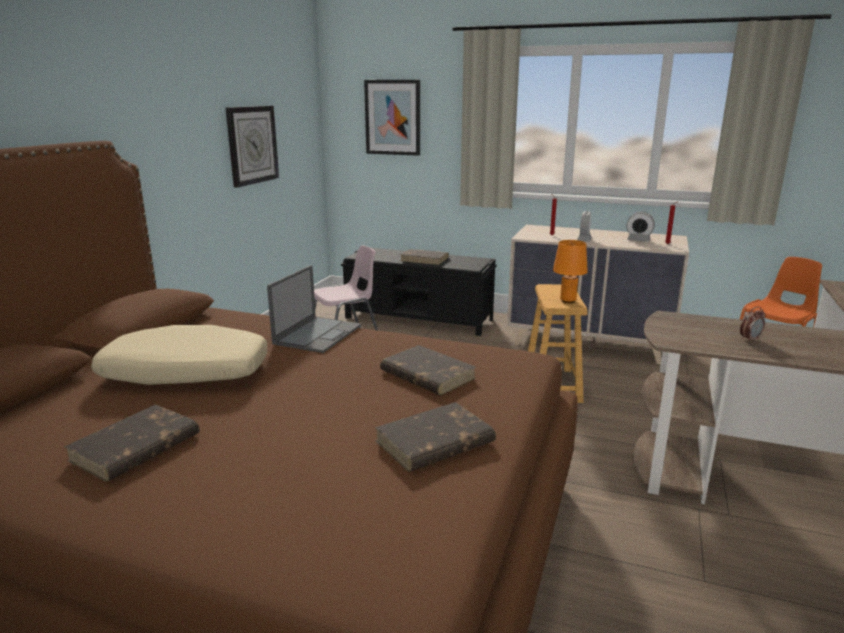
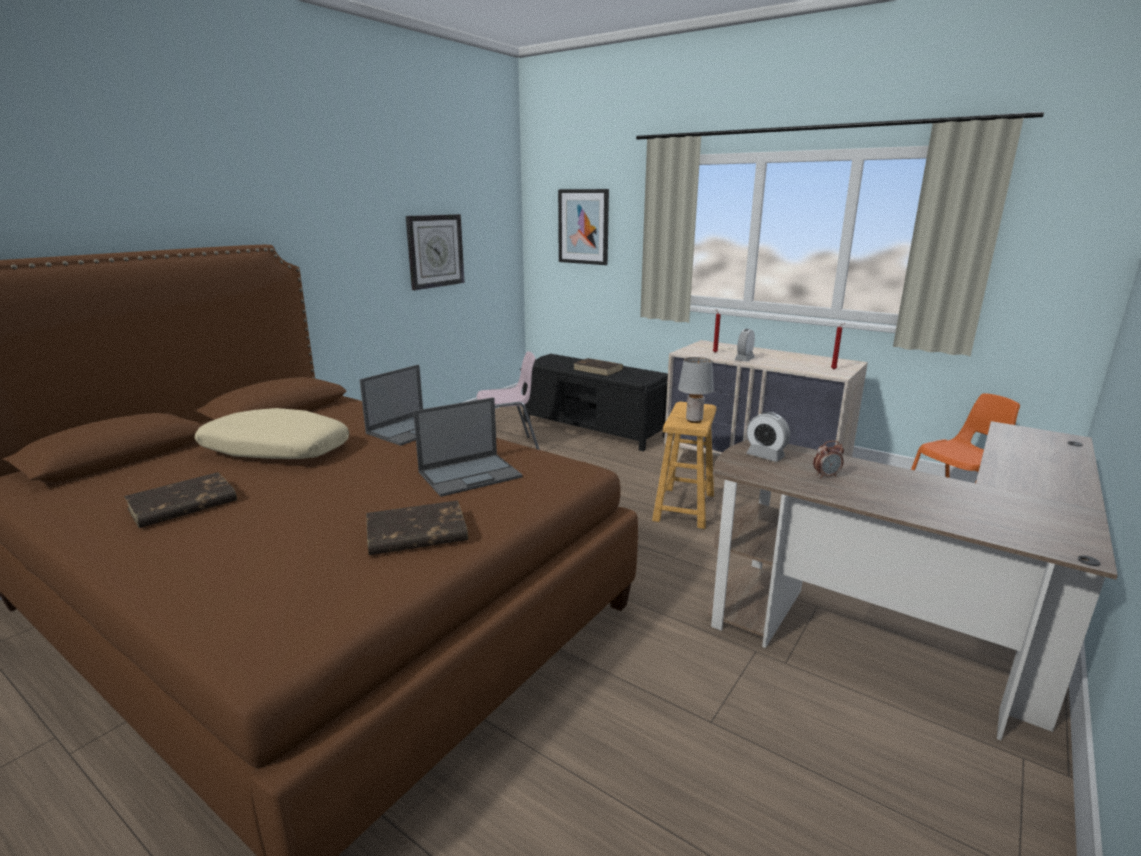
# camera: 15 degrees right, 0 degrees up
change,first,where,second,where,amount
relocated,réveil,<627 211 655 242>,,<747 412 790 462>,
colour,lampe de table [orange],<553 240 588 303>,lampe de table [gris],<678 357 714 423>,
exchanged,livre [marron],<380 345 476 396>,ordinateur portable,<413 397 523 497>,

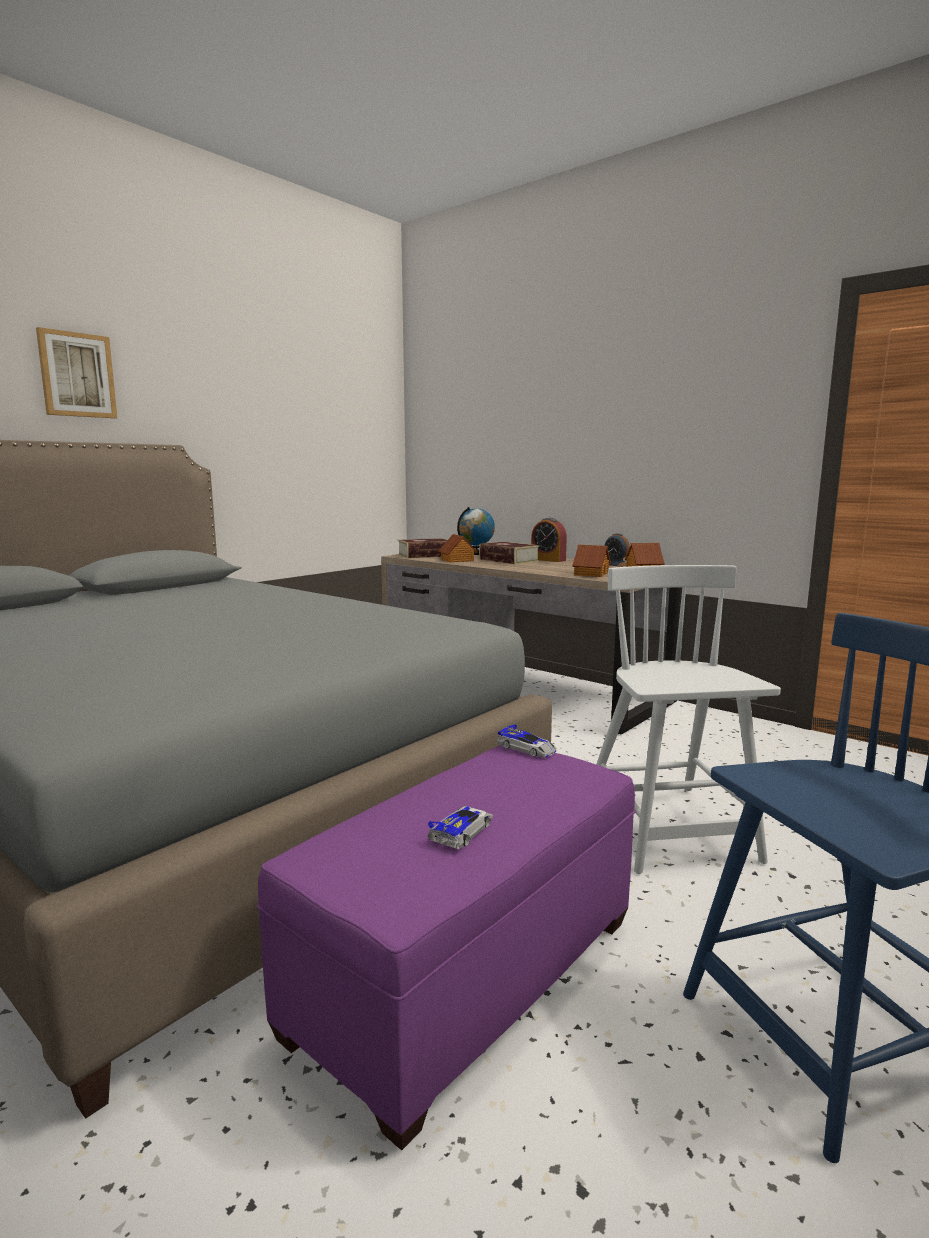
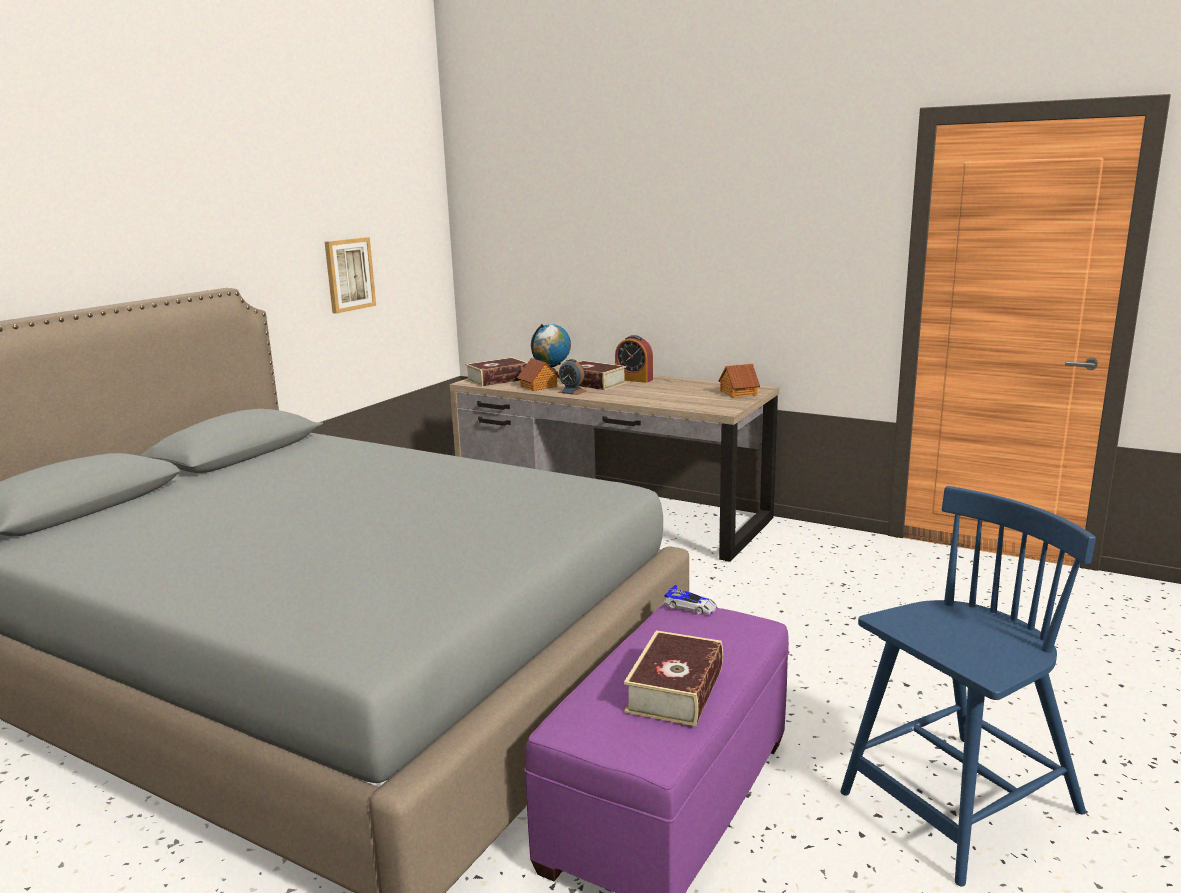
# camera: 10 degrees left, 5 degrees up
change,first,where,second,where,amount
relocated,tableau,<36 327 117 418>,,<325 237 376 314>,
relocated,réveil,<605 533 630 567>,,<558 359 587 395>,
missing,maison miniature,<572 545 611 577>,,,
missing,chaise [blanc],<596 565 781 874>,,,
exchanged,petite voiture,<427 806 493 850>,livre,<624 630 723 726>,

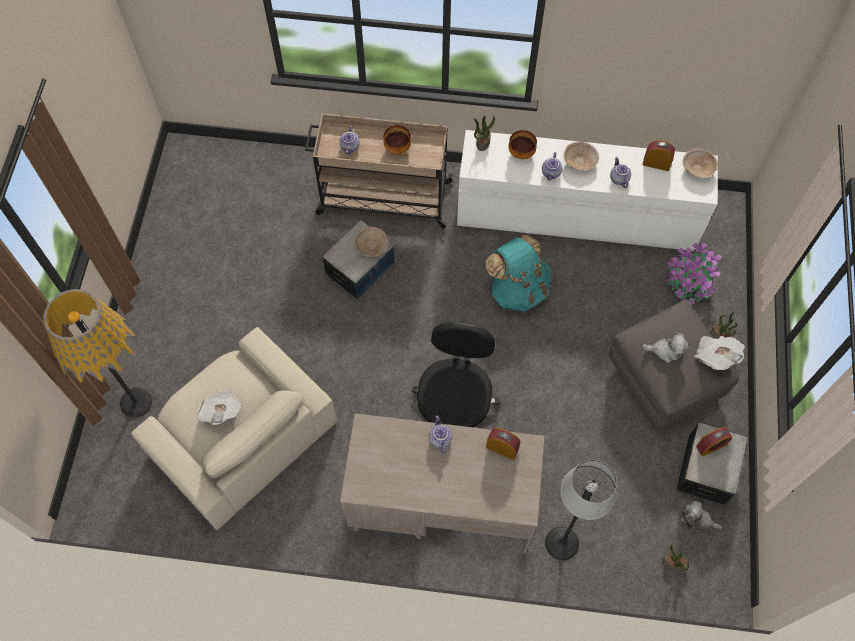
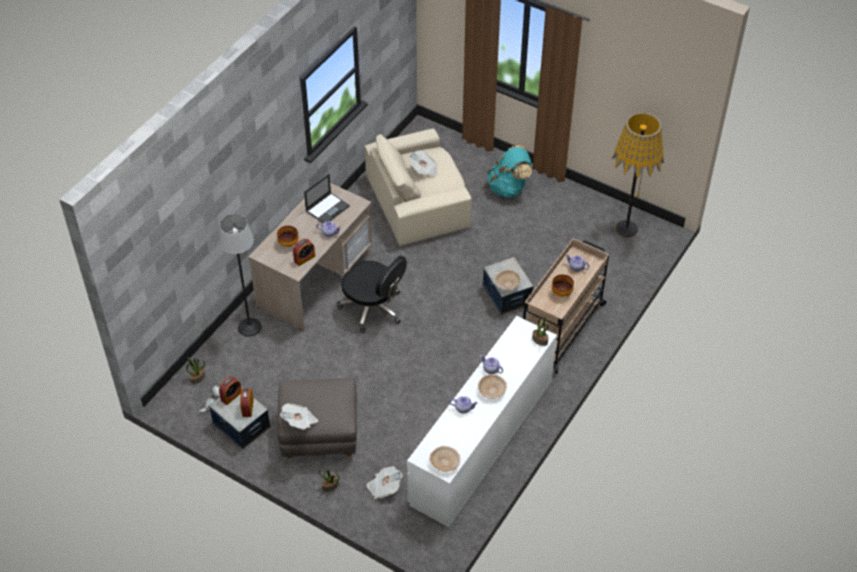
# camera: 115 degrees right, 15 degrees down
change,first,where,second,where,amount
relocated,bol,<508 130 537 159>,,<277 226 299 247>,
relocated,réveil,<643 140 675 171>,,<219 376 242 405>,
relocated,sac à dos [turquoise],<486 234 551 312>,,<487 146 532 198>,
exchanged,plante en pot,<666 243 722 305>,journal,<367 466 402 499>,
relocated,lampadaire,<43 289 153 418>,,<612 113 664 237>,
missing,peluche,<642 333 689 363>,,,
appeared,,,ordinateur portable,<304 174 350 224>,

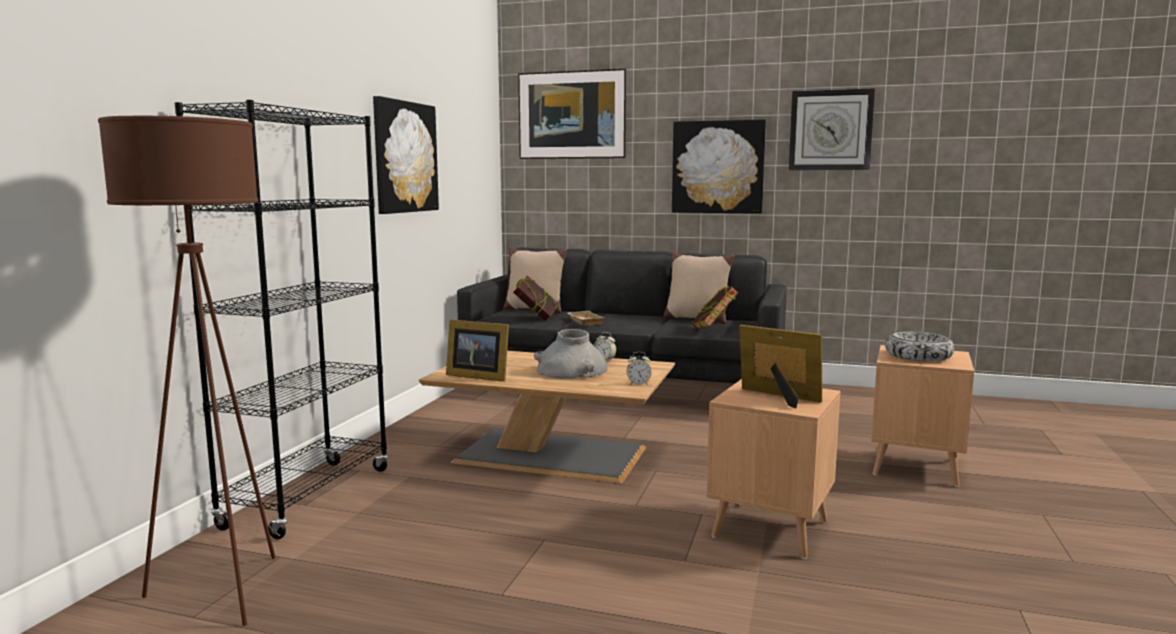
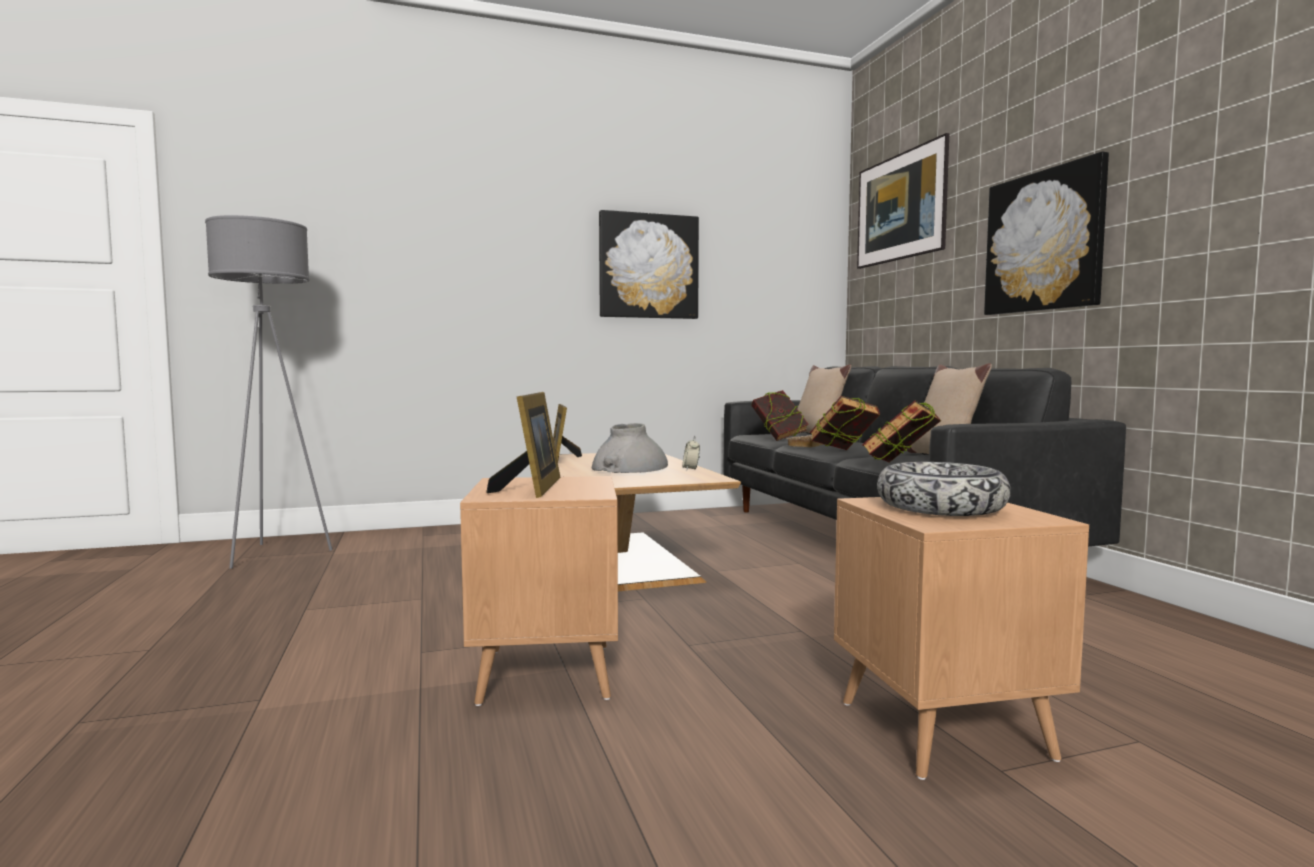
# camera: 55 degrees right, 5 degrees down
change,first,where,second,where,amount
missing,horloge murale,<789 88 875 170>,,,
missing,bibliothèque [noir],<174 100 389 539>,,,
colour,lampadaire [marron],<98 116 276 626>,lampadaire [gris],<205 215 333 569>,
missing,réveil,<627 352 651 385>,,,
appeared,,,livre,<810 396 880 450>,

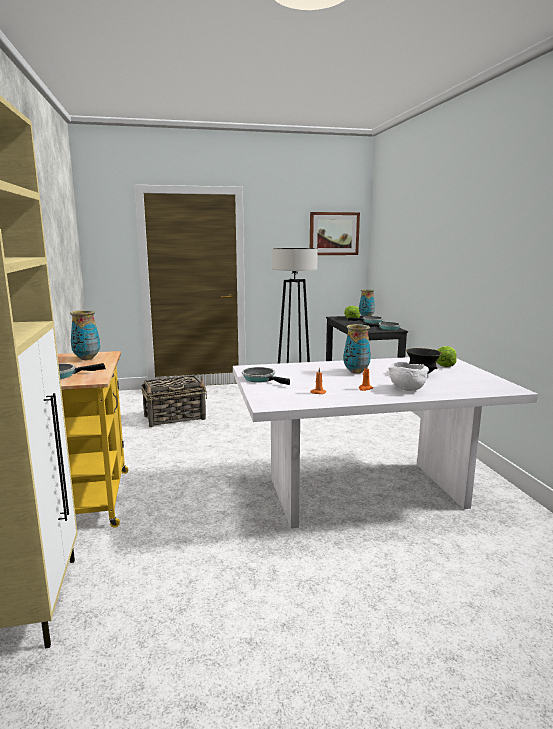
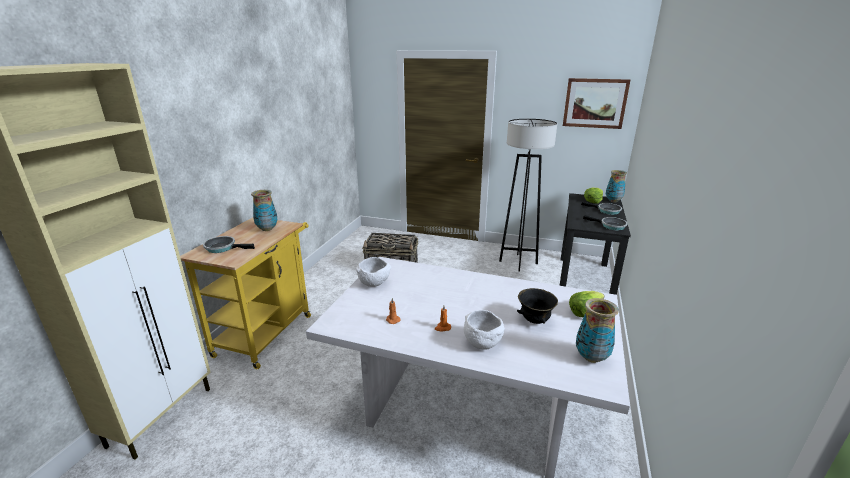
# camera: 30 degrees right, 10 degrees up
change,first,where,second,where,amount
relocated,vase,<344 324 371 374>,,<576 298 619 363>,
exchanged,poêle,<242 367 290 385>,bol [blanc],<356 257 391 287>,

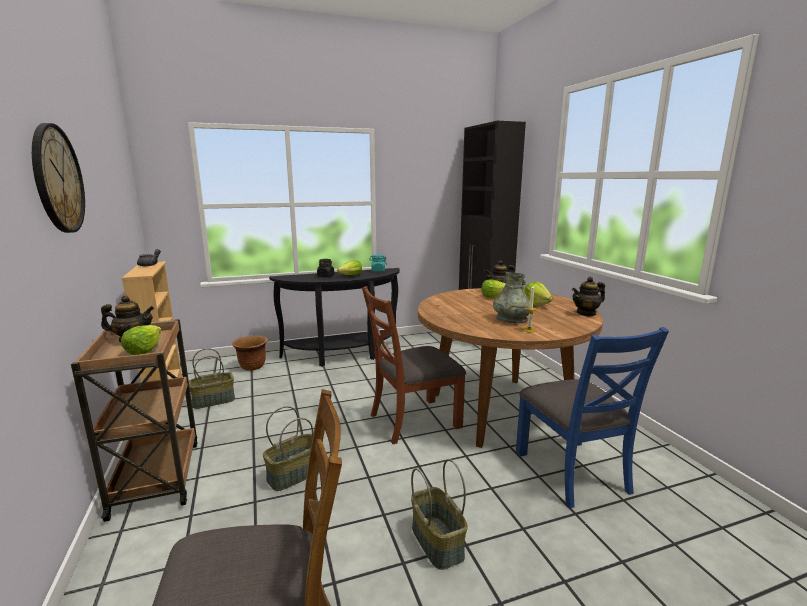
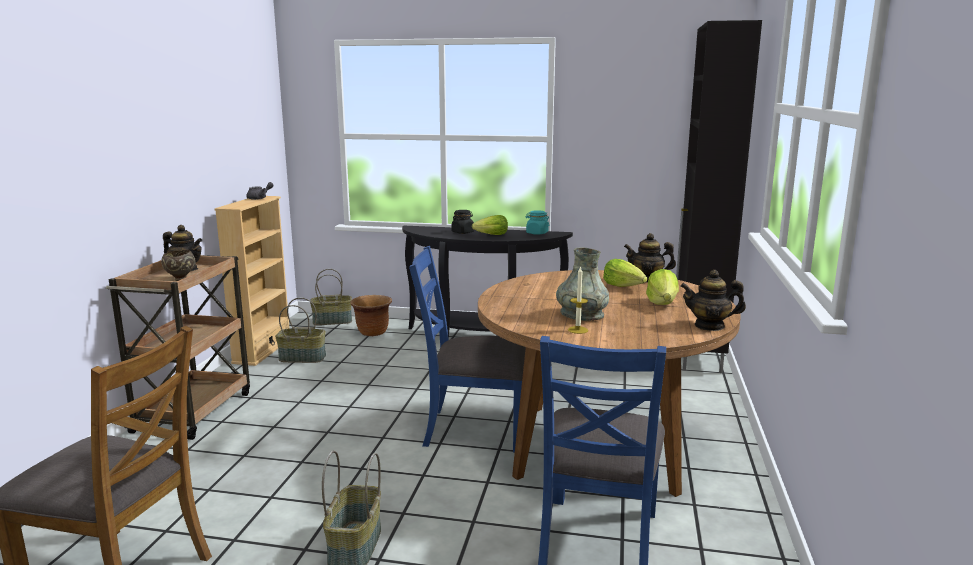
# camera: 30 degrees right, 0 degrees up
change,first,where,second,where,amount
missing,horloge murale,<32 123 85 233>,,,
colour,chaise [marron],<362 286 466 444>,chaise [bleu],<409 246 526 453>,
exchanged,laitue,<121 325 162 355>,bol [marron],<161 250 195 281>,
relocated,panier,<263 406 319 491>,,<310 269 352 325>,

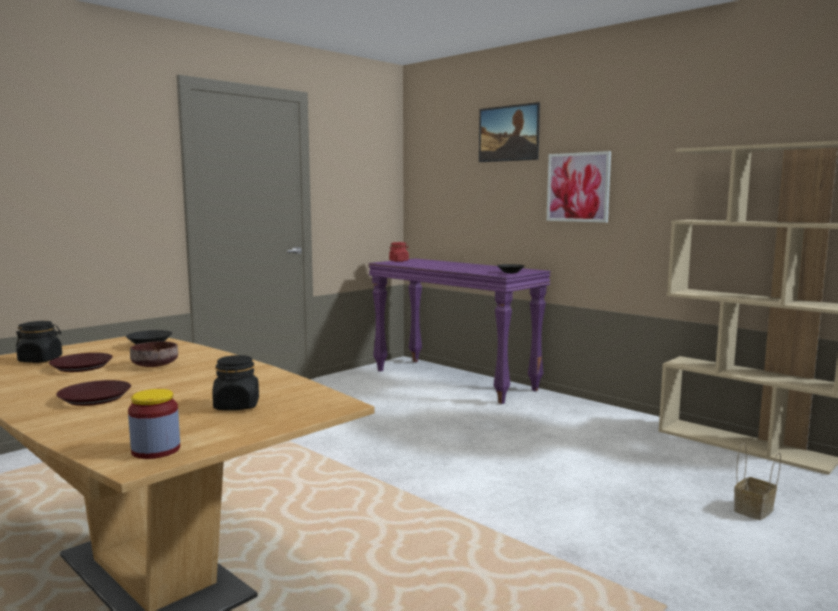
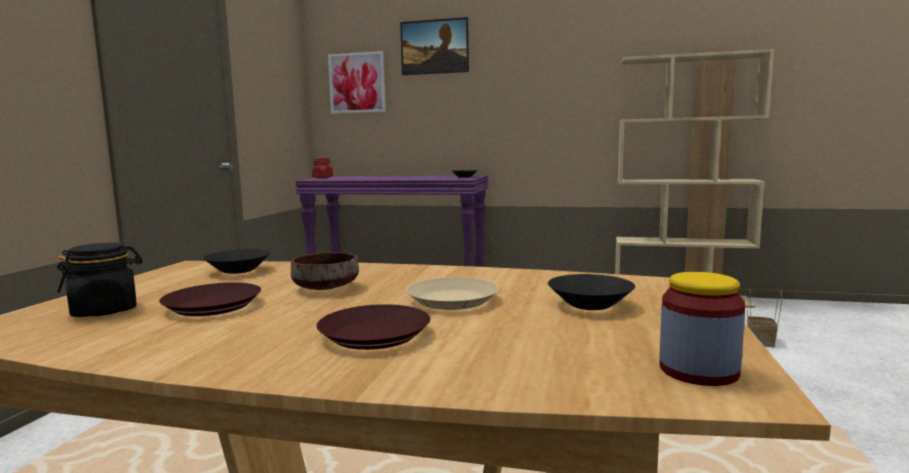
# camera: 30 degrees left, 0 degrees up
change,first,where,second,where,amount
relocated,tableau,<547 151 611 223>,,<328 51 386 114>,
exchanged,bocal [noir],<212 355 259 410>,bol [noir],<548 274 635 310>,
appeared,,,assiette [beige],<406 277 499 310>,

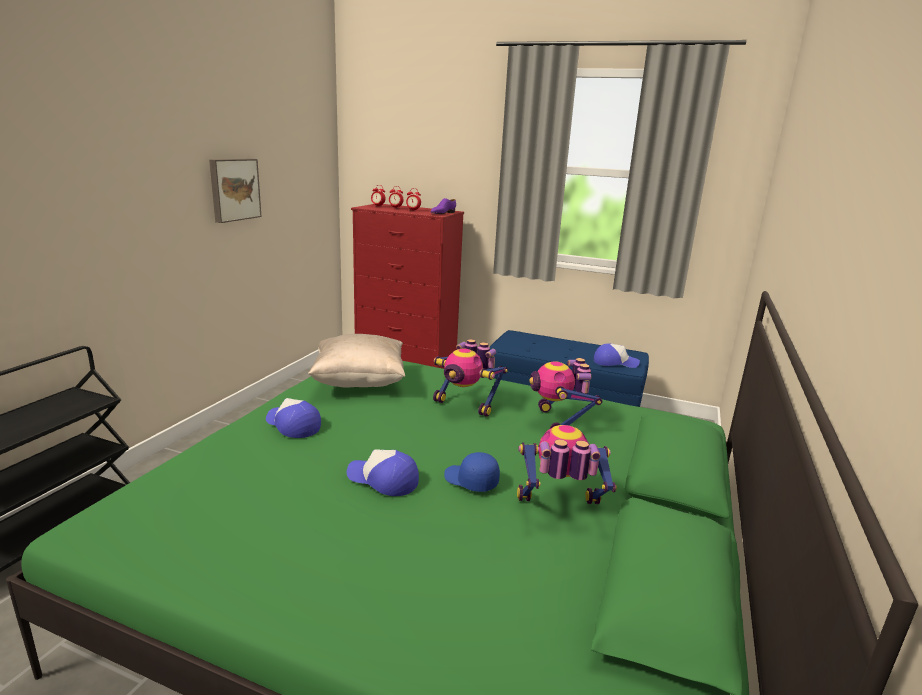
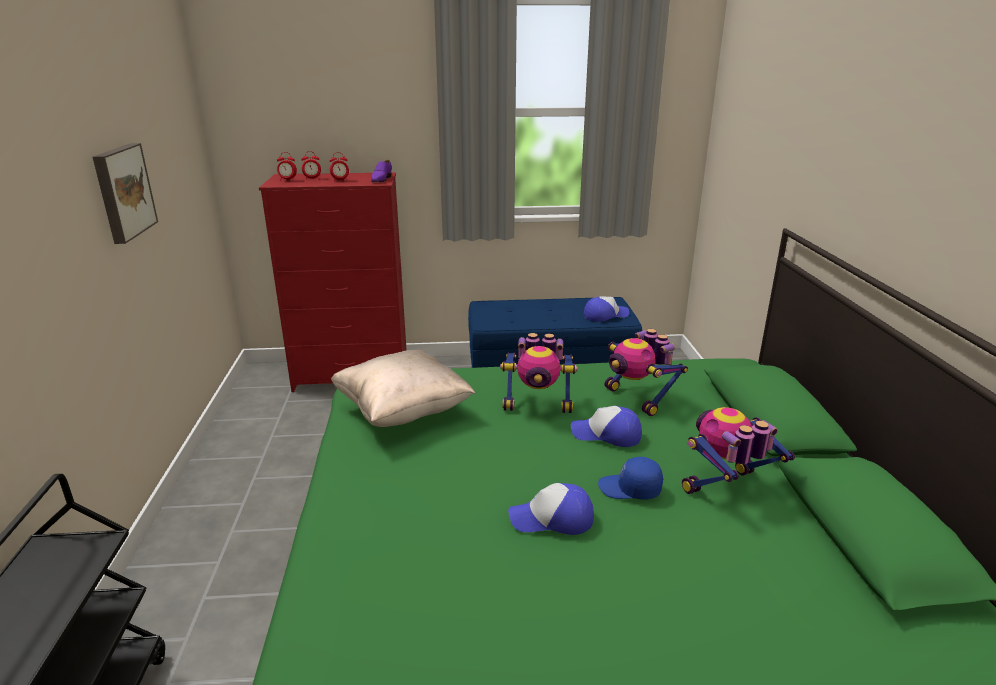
# camera: 25 degrees left, 5 degrees up
change,first,where,second,where,amount
relocated,casquette,<266 398 321 438>,,<571 406 642 447>,

